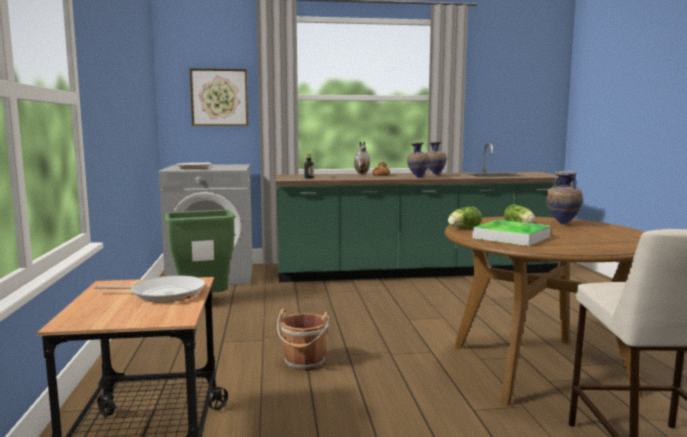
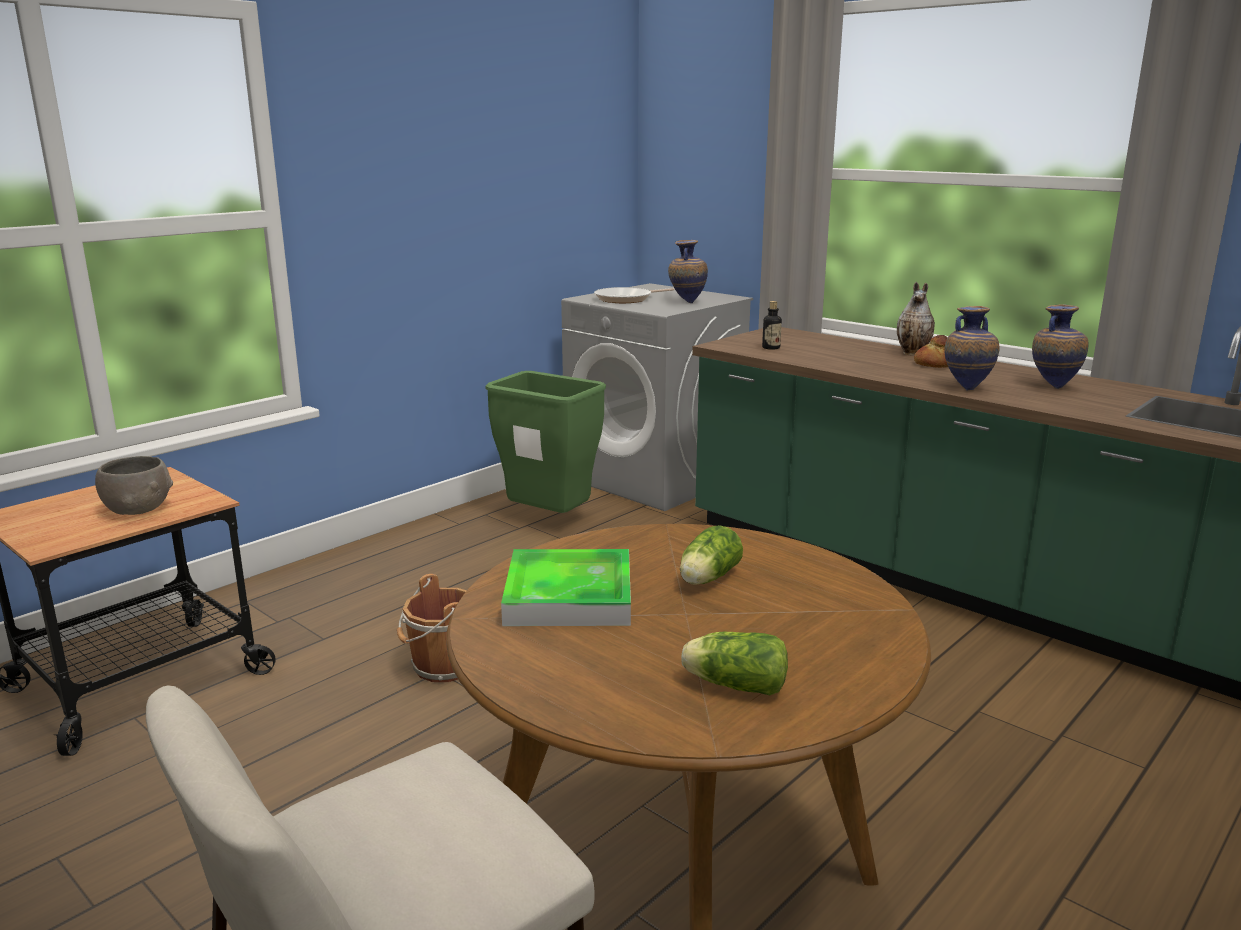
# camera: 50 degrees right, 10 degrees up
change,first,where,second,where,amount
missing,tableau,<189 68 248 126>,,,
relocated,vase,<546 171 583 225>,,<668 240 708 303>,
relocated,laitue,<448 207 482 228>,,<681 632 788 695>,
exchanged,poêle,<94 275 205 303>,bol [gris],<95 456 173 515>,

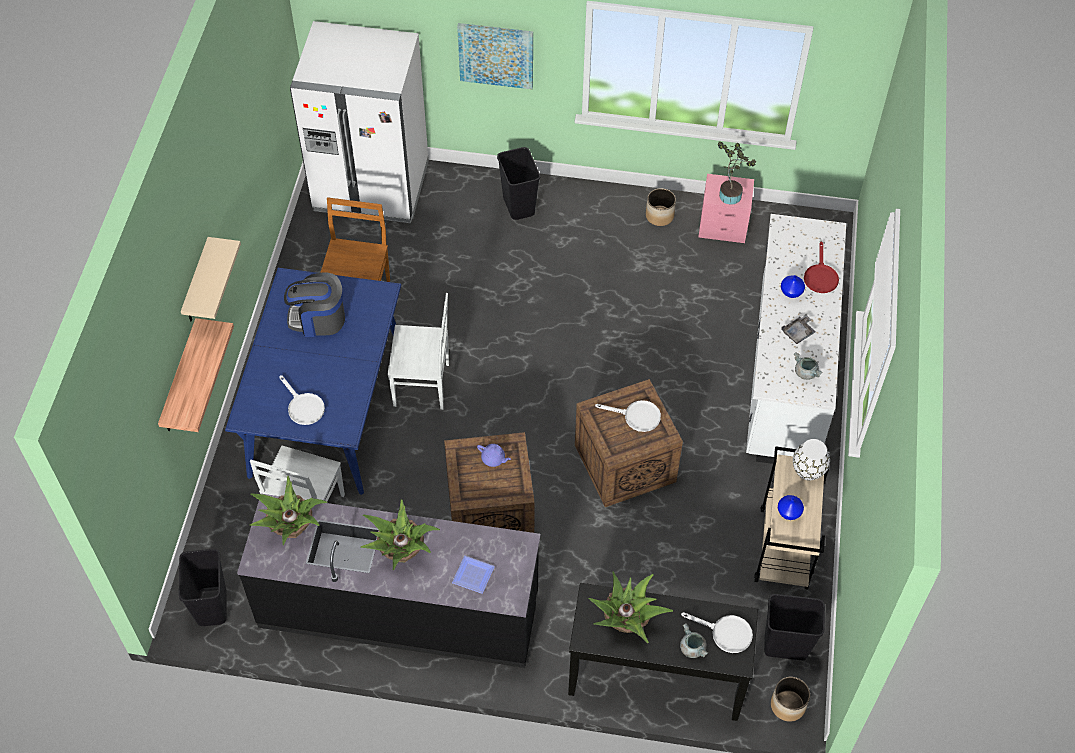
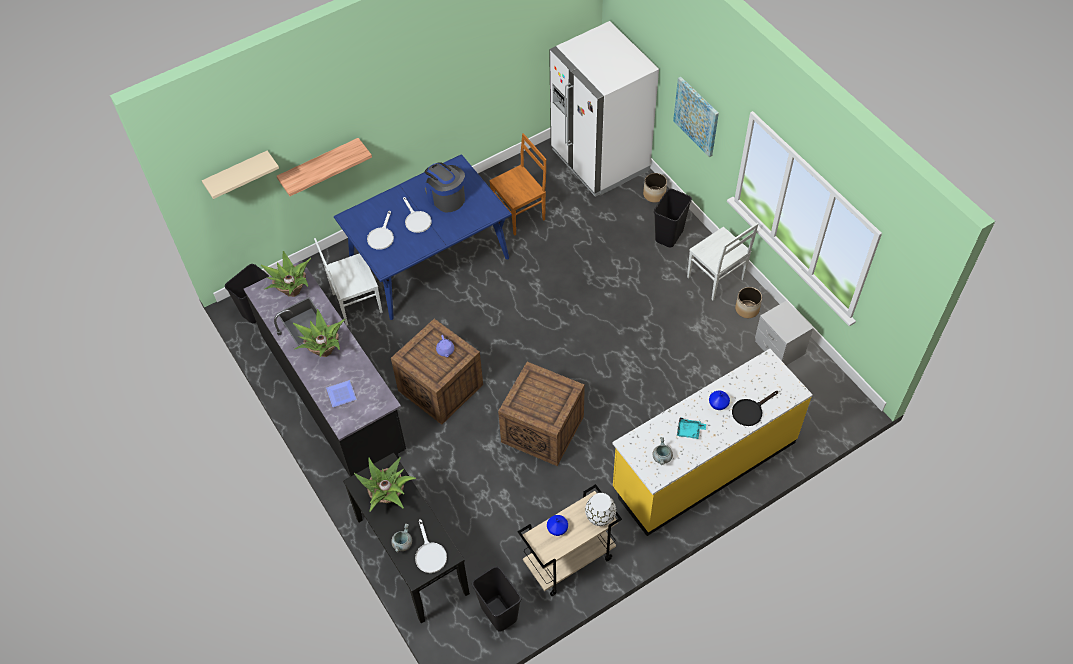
# camera: 50 degrees right, 0 degrees up
change,first,where,second,where,amount
missing,plante en pot,<718 142 756 205>,,,
colour,table de chevet [rose],<699 174 754 243>,table de chevet [gris],<755 300 813 365>,
colour,comptoir de cuisine [blanc],<746 214 846 464>,comptoir de cuisine [jaune],<612 349 813 536>,
relocated,étagère [beige],<181 237 241 322>,,<202 150 279 199>,
colour,poêle [rouge],<804 241 839 293>,poêle [noir],<732 391 778 426>,
relocated,chaise [blanc],<387 293 449 410>,,<687 223 759 301>,
colour,plateau [gris],<781 315 816 344>,plateau [turquoise],<677 417 706 439>,
relocated,poêle [blanc],<595 400 661 432>,,<403 197 432 233>,
relocated,cache-pot,<771 677 810 722>,,<643 173 667 203>,

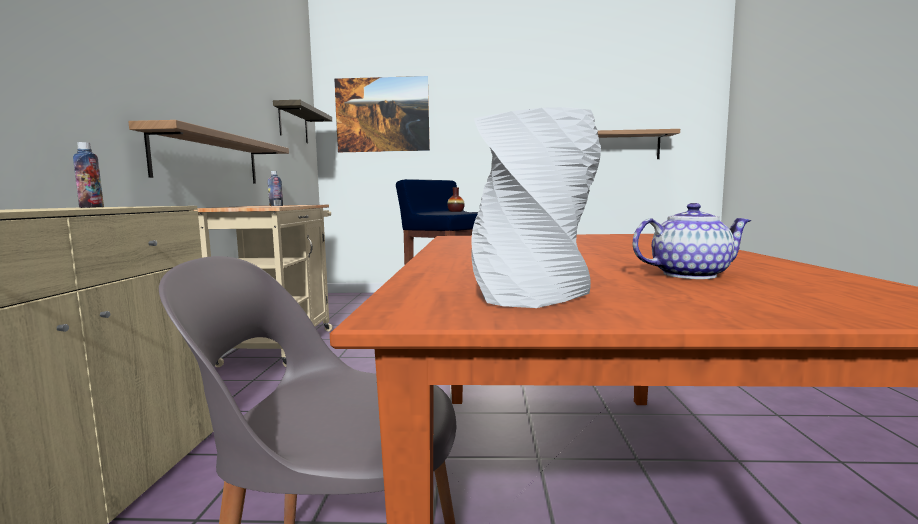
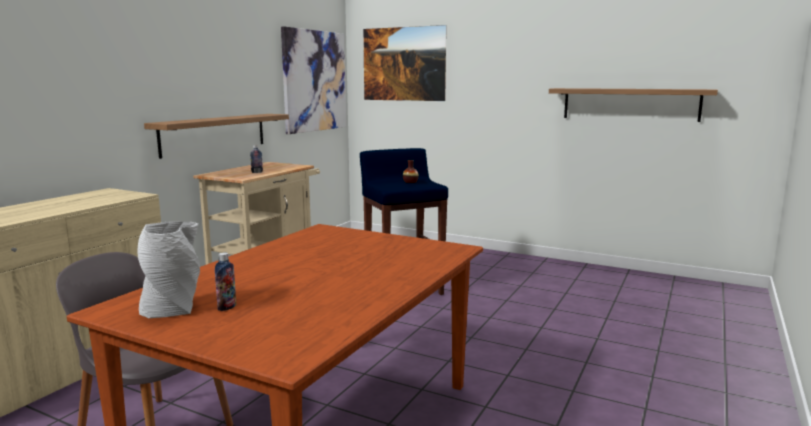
# camera: 25 degrees right, 5 degrees up
change,first,where,second,where,amount
exchanged,étagère,<273 100 332 143>,tableau,<281 27 346 134>,
relocated,bouteille,<73 142 104 208>,,<215 253 236 311>,
missing,théière,<633 203 751 279>,,,

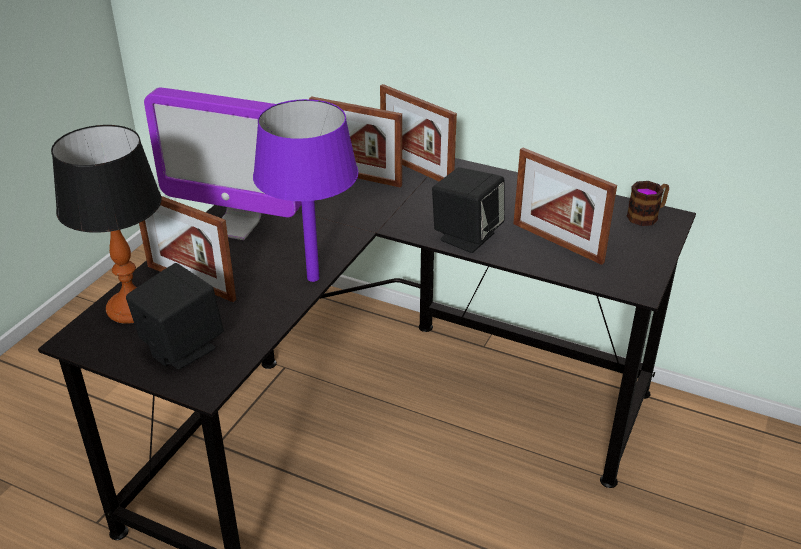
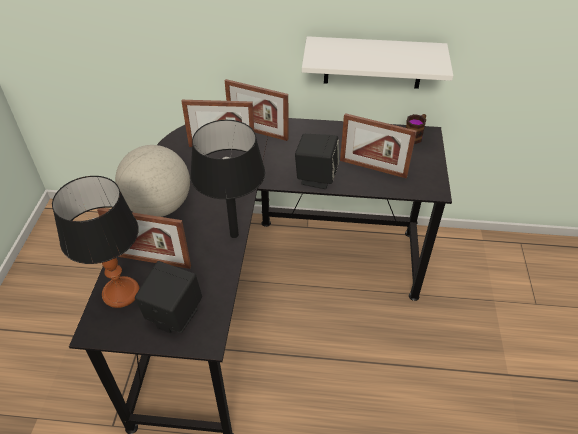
# camera: 20 degrees left, 10 degrees up
change,first,where,second,where,amount
exchanged,écran d'ordinateur,<144 87 301 240>,globe,<115 145 190 217>,
colour,lampe de table [violet],<253 99 359 282>,lampe de table [noir],<190 120 265 238>,
appeared,,,étagère [blanc],<302 36 453 89>,

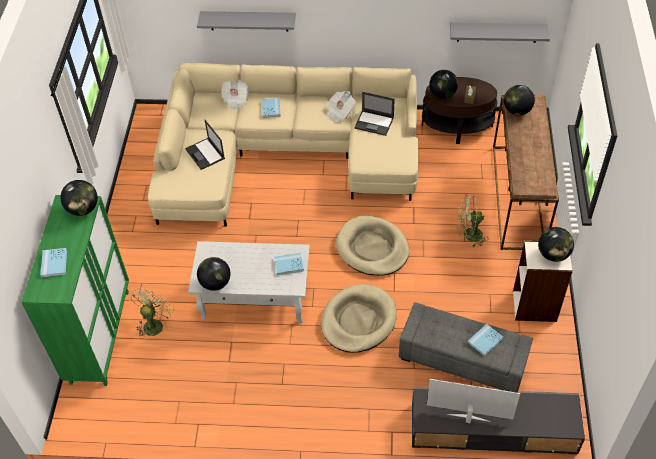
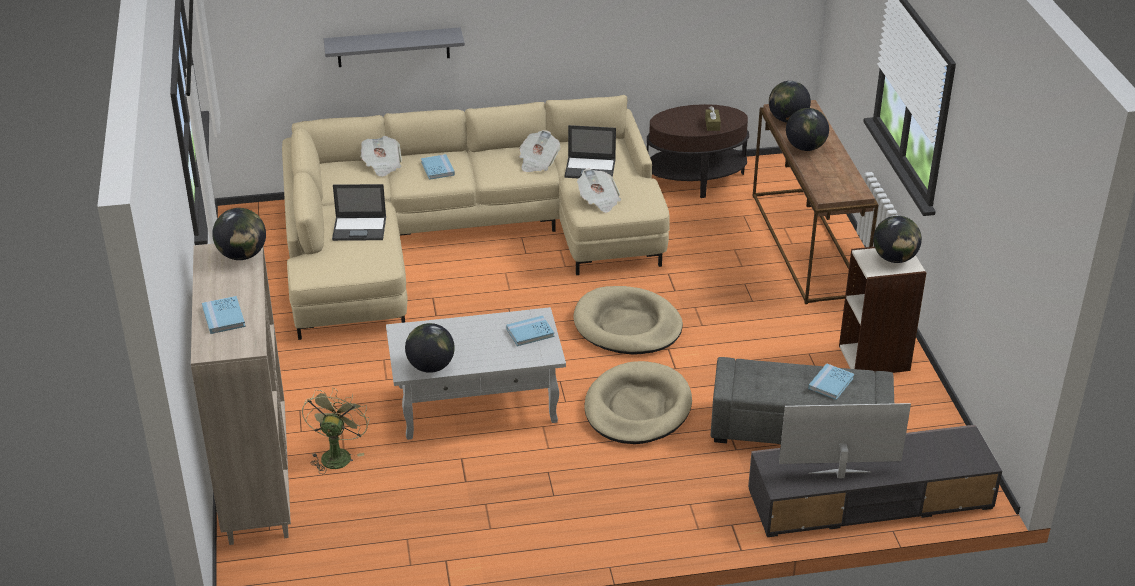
# camera: 15 degrees left, 15 degrees down
change,first,where,second,where,amount
missing,étagère [gris],<450 23 550 43>,,,
relocated,globe,<429 70 458 99>,,<786 108 829 151>,
spun,ordinateur portable,<185 120 225 170>,,<332 184 386 241>,45 degrees counterclockwise
colour,meuble de rangement [vert],<22 195 129 386>,meuble de rangement [beige],<191 244 291 545>,
missing,ventilateur [vert],<457 196 489 247>,,,
appeared,,,journal,<577 169 621 213>,

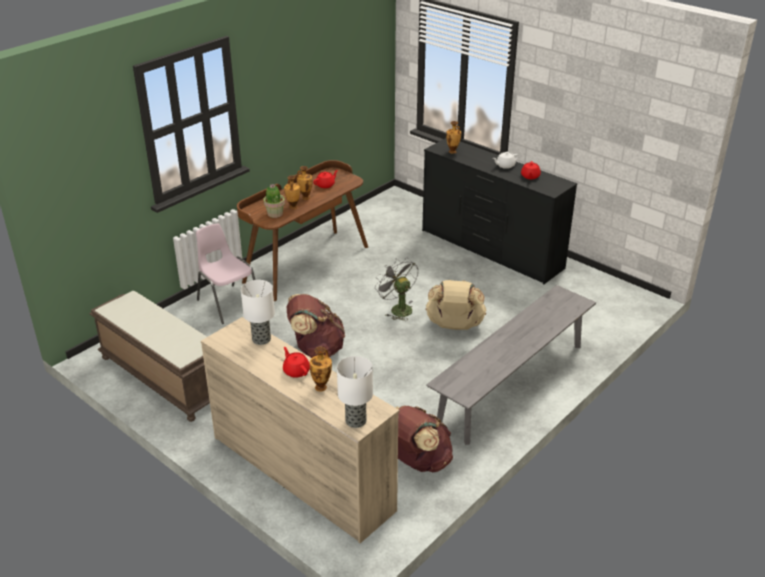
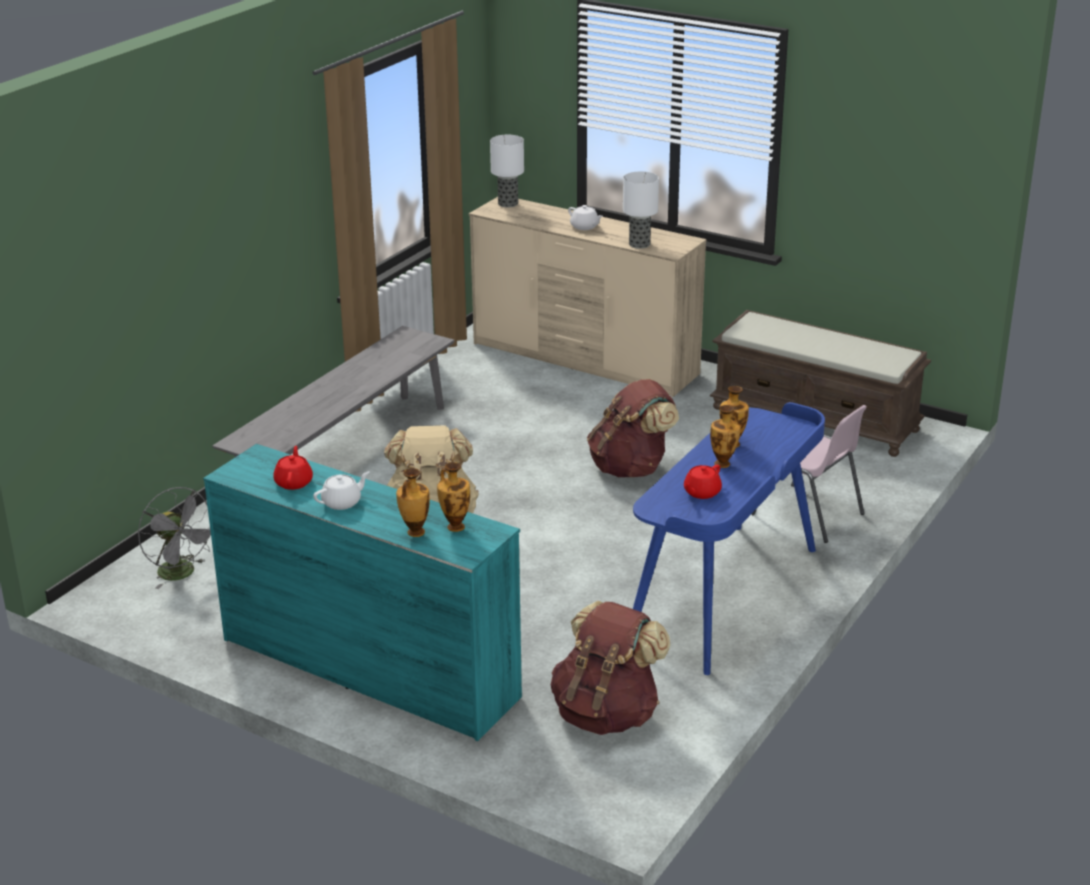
# camera: 170 degrees right, 5 degrees down
change,first,where,second,where,amount
colour,commode [noir],<422 138 577 284>,commode [turquoise],<203 444 522 741>,
colour,bureau [marron],<237 160 368 301>,bureau [bleu],<633 402 825 675>,
missing,plante en pot,<264 184 285 218>,,,
relocated,ventilateur [gris],<375 257 418 321>,,<138 487 211 589>,
relocated,vase,<310 346 332 392>,,<396 468 430 537>,
colour,théière [rouge],<283 347 310 378>,théière [blanc],<568 205 603 230>,
relocated,sac à dos [marron],<395 406 453 472>,,<551 601 670 735>,

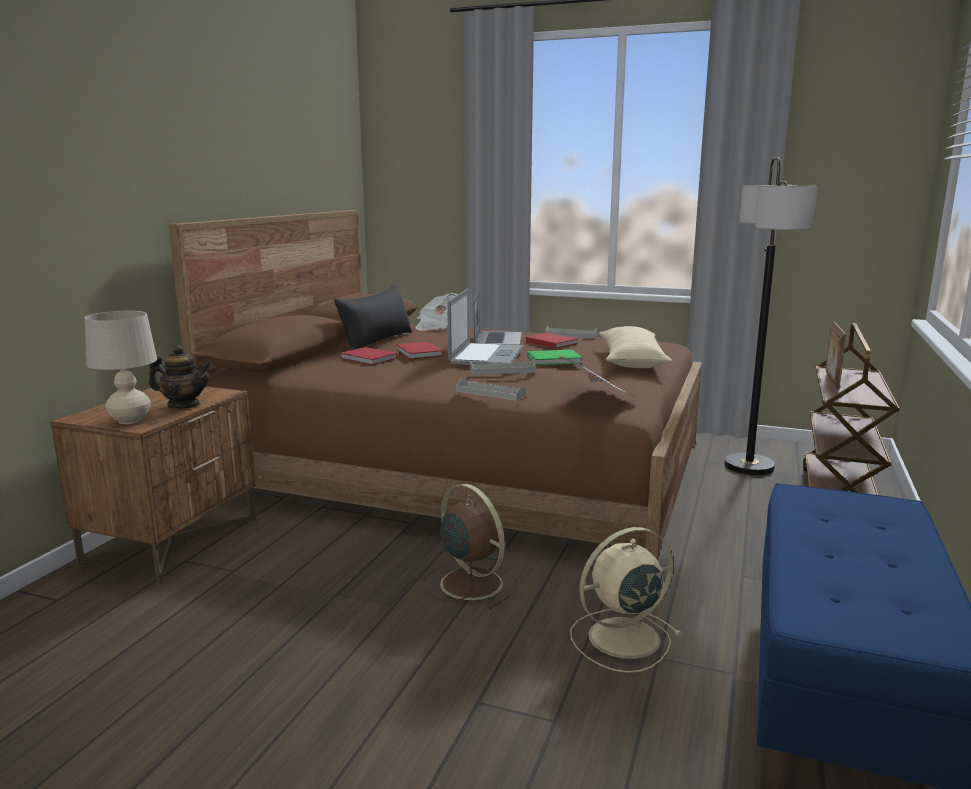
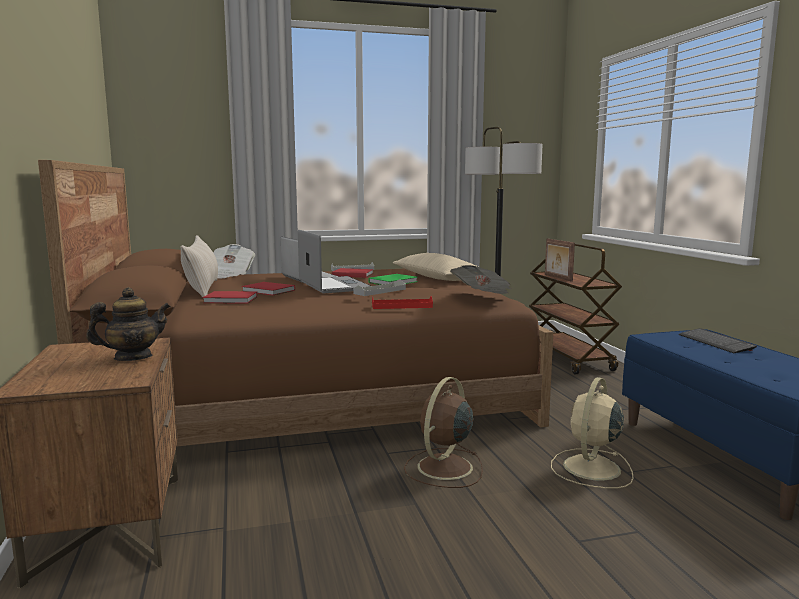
# camera: 35 degrees left, 5 degrees down
change,first,where,second,where,amount
colour,coussin [noir],<334 284 412 350>,coussin [beige],<181 235 218 297>,
missing,lampe de table [beige],<85 311 157 424>,,,
colour,plateau [gris],<457 378 526 401>,plateau [rouge],<372 296 433 309>,
spun,ventilateur [marron],<422 484 517 609>,,<404 377 483 488>,75 degrees counterclockwise
appeared,,,clavier,<679 328 757 353>,

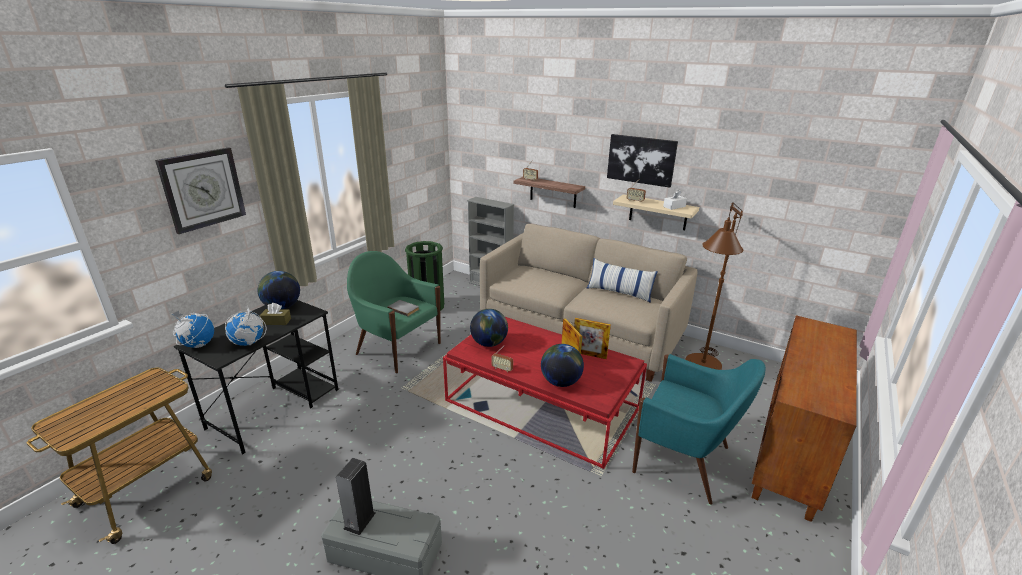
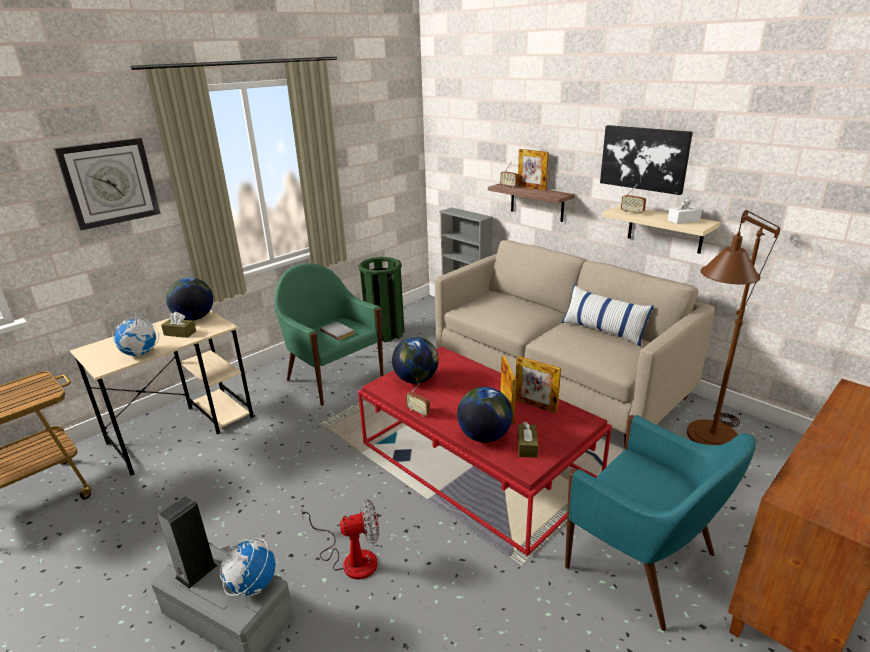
# camera: 15 degrees right, 0 degrees up
change,first,where,second,where,amount
colour,bureau [noir],<174 300 339 455>,bureau [beige],<70 310 254 476>,
relocated,globe,<171 311 214 348>,,<219 538 276 597>,
appeared,,,cadre photo,<518 149 549 191>,
appeared,,,boîte à mouchoirs [marron],<518 422 538 458>,
appeared,,,ventilateur,<301 499 379 579>,

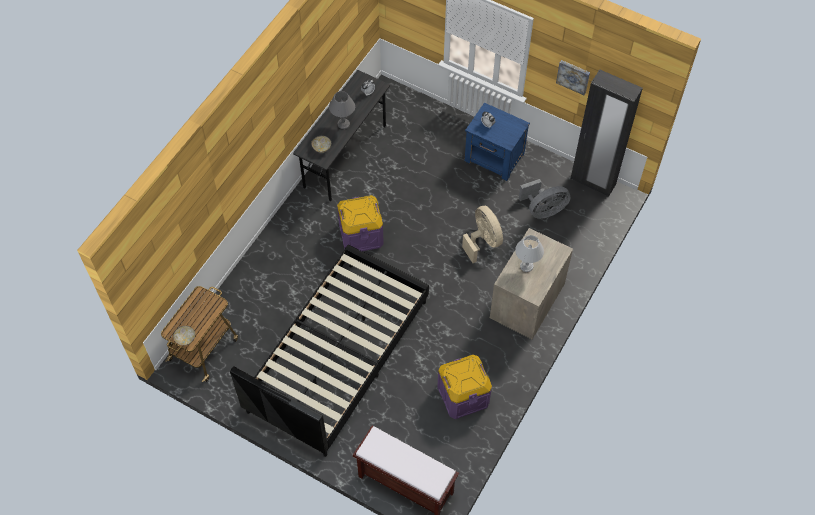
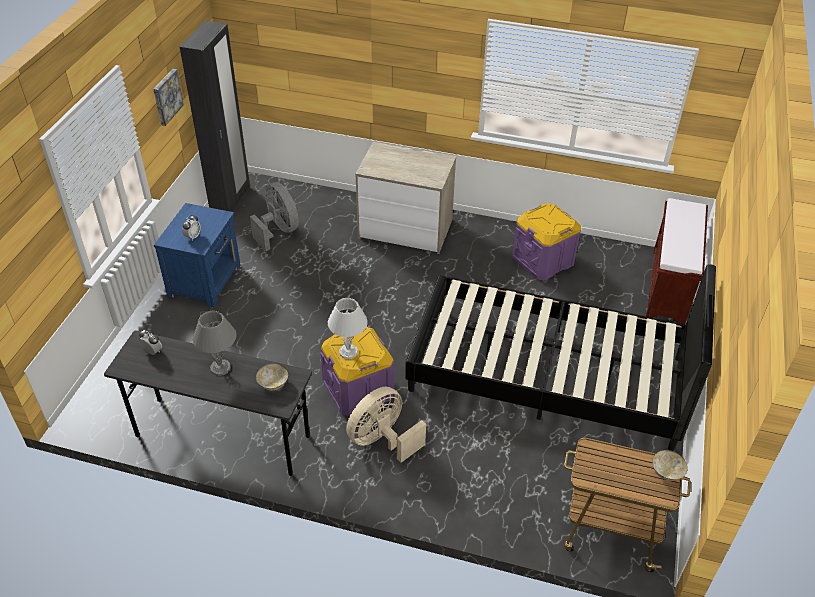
# camera: 105 degrees left, 15 degrees down
change,first,where,second,where,amount
relocated,ventilateur [beige],<462 206 503 263>,,<346 387 426 463>,
relocated,lampe de table [blanc],<515 235 544 272>,,<328 298 368 359>,

